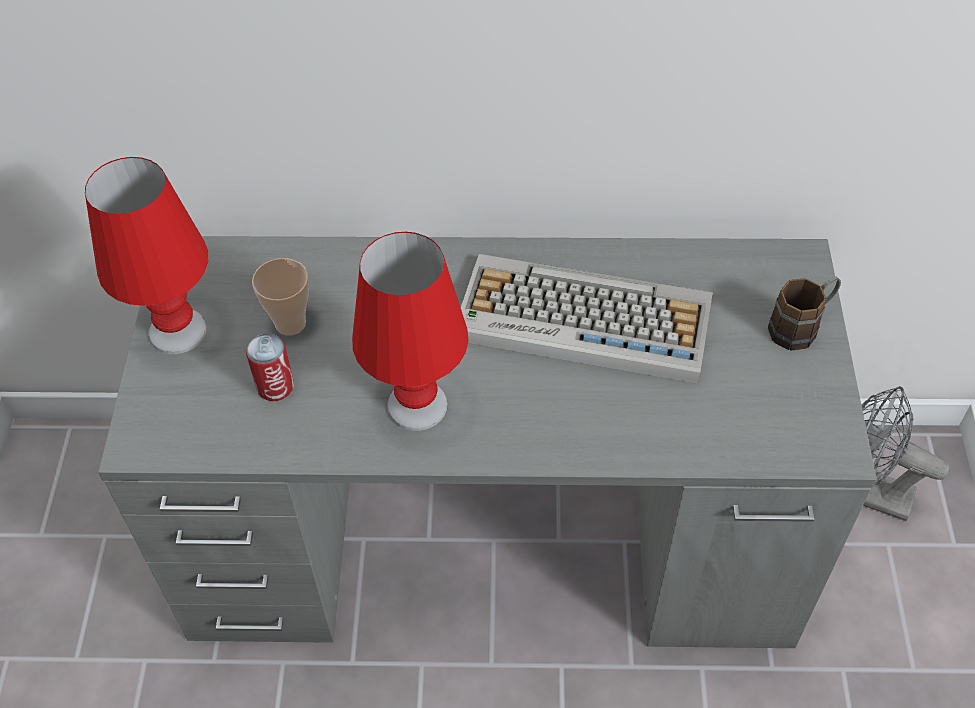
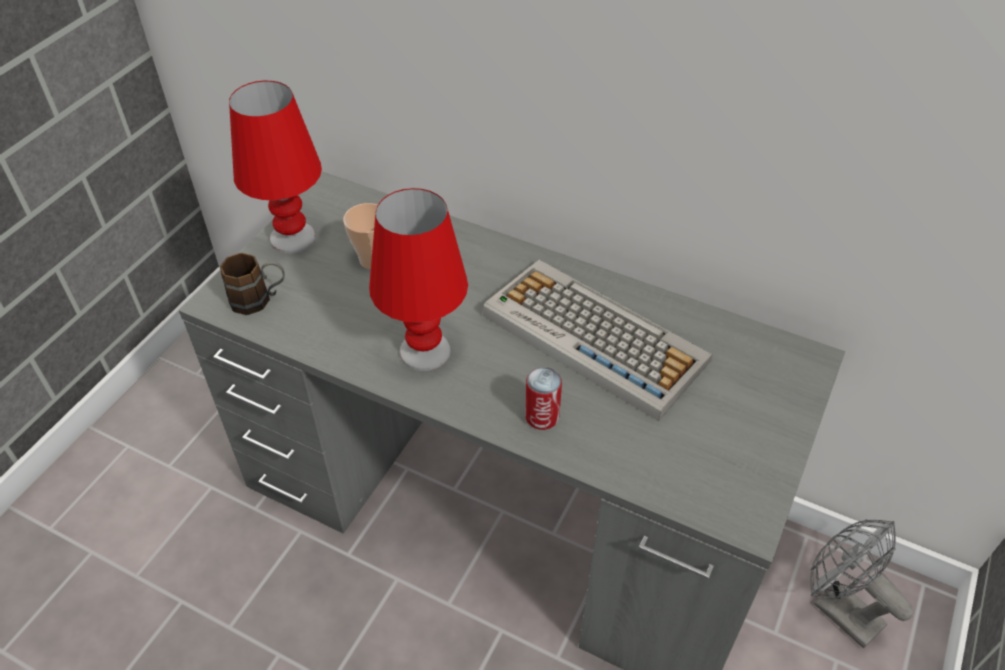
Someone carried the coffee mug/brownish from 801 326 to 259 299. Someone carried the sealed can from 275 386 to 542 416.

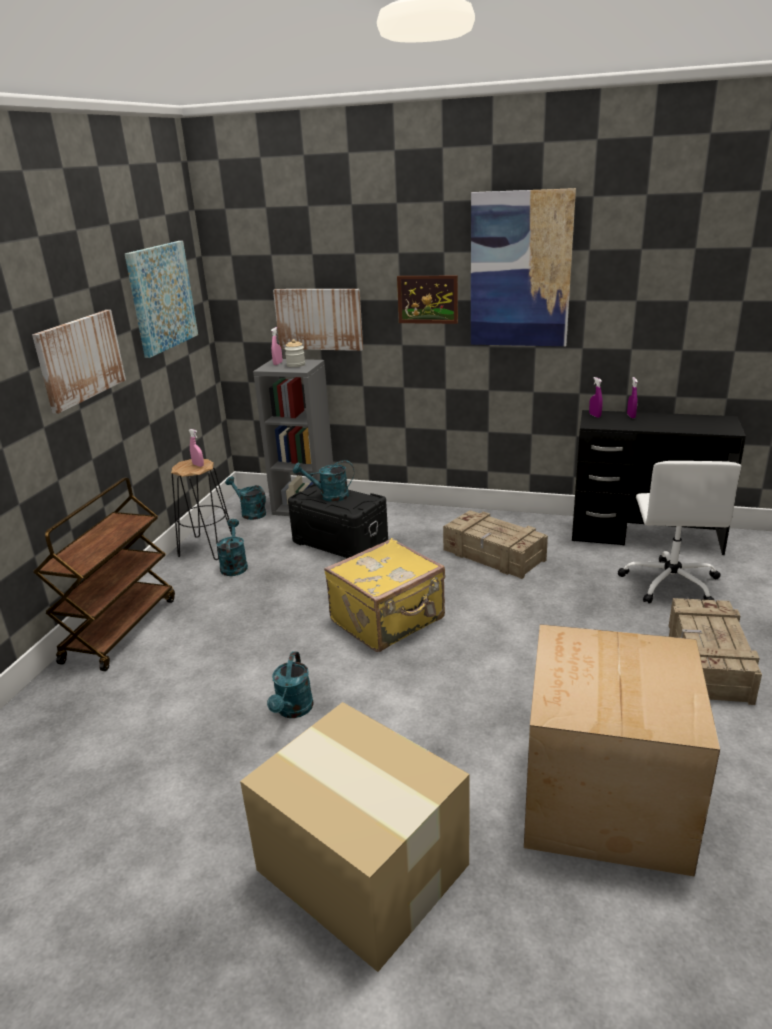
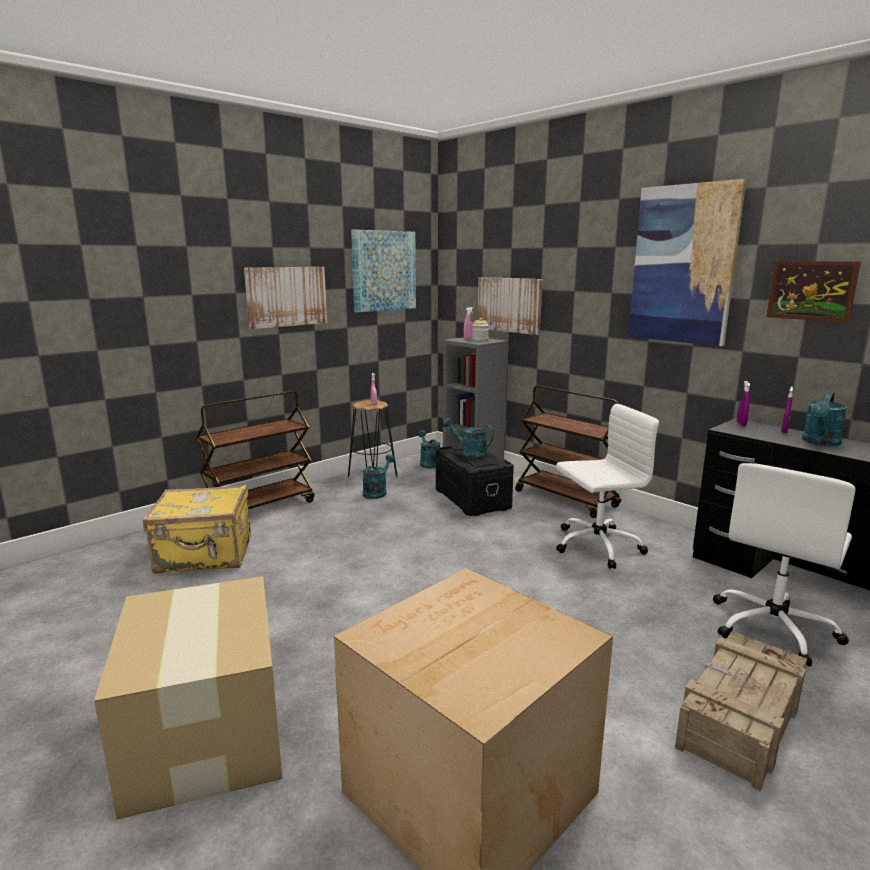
Someone carried the wall art from 427 299 to 811 290. Someone swapped the crate at 494 555 for the desk chair/white-coloured at 596 546. Someone carried the suitcase/yellowish from 389 620 to 205 556. Someone carried the watering can/turquoise-coloured from 293 710 to 820 442. Someone put down the trolley/brownish at 567 499.

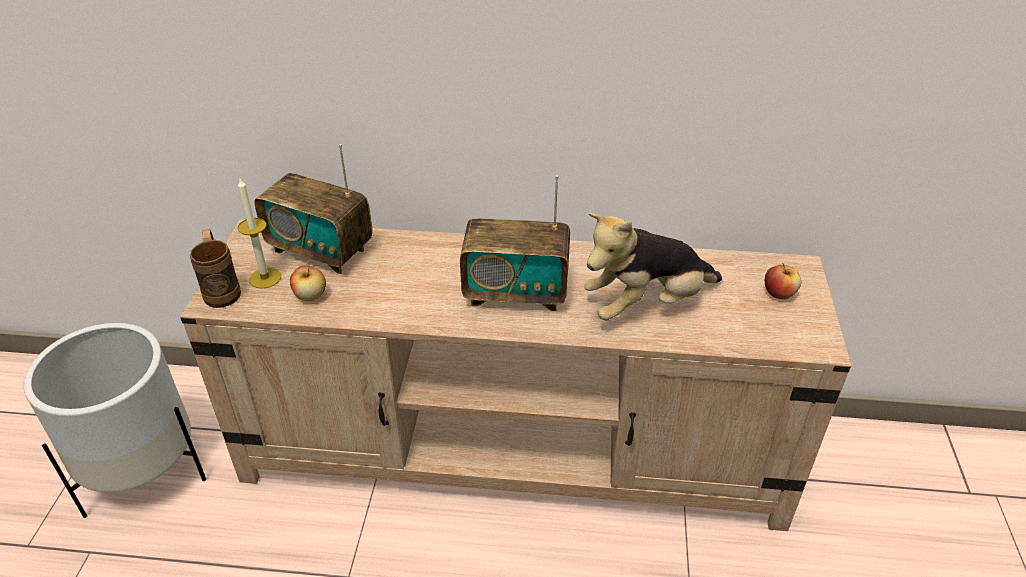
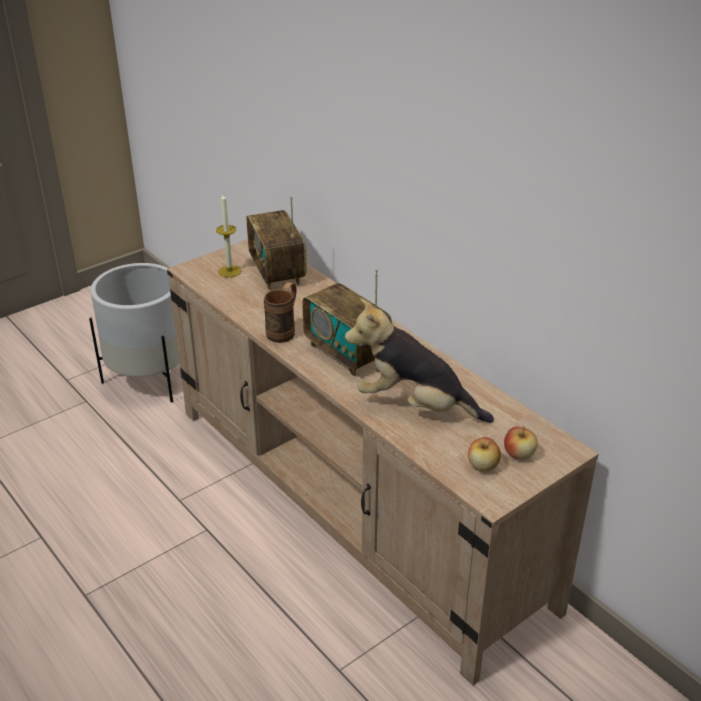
Someone carried the coffee mug/brownish from 222 289 to 284 330. Someone carried the whole apple from 310 295 to 483 466.

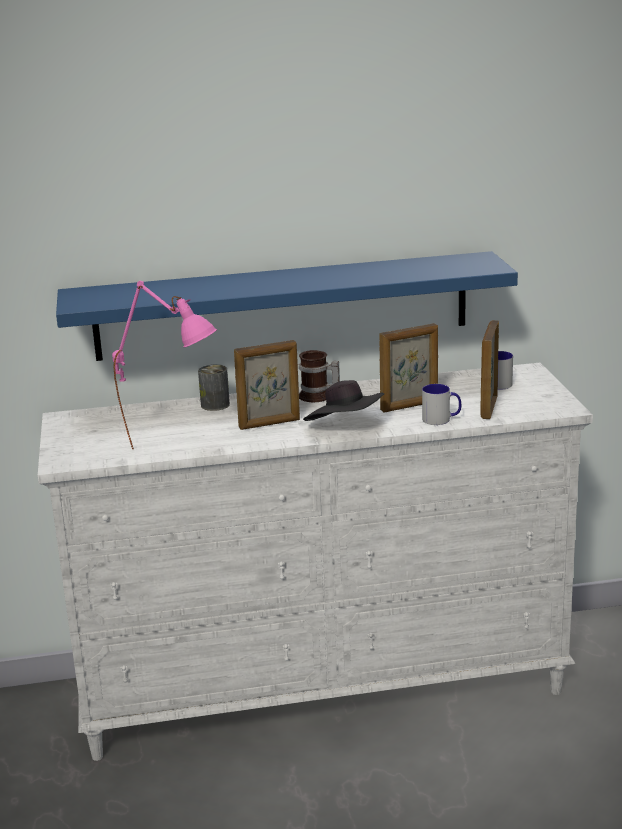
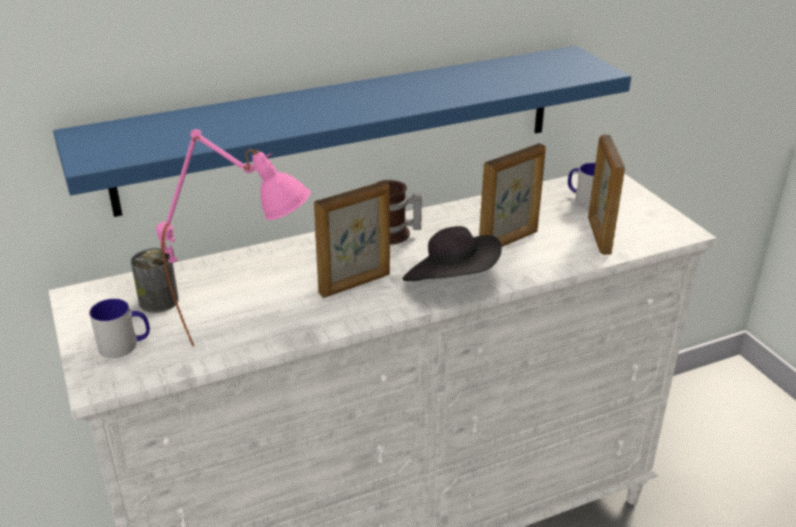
Someone carried the sealed can from 215 405 to 159 301. Someone carried the coffee mug from 441 419 to 125 345.

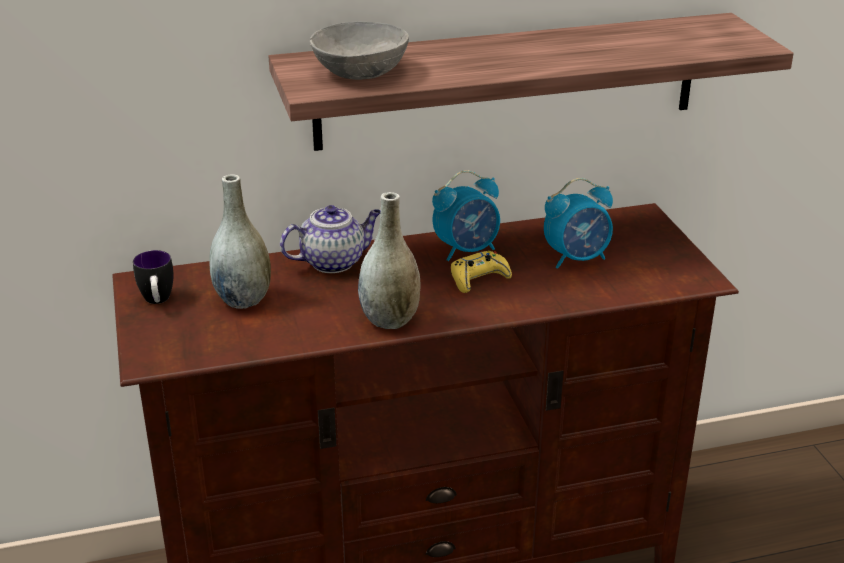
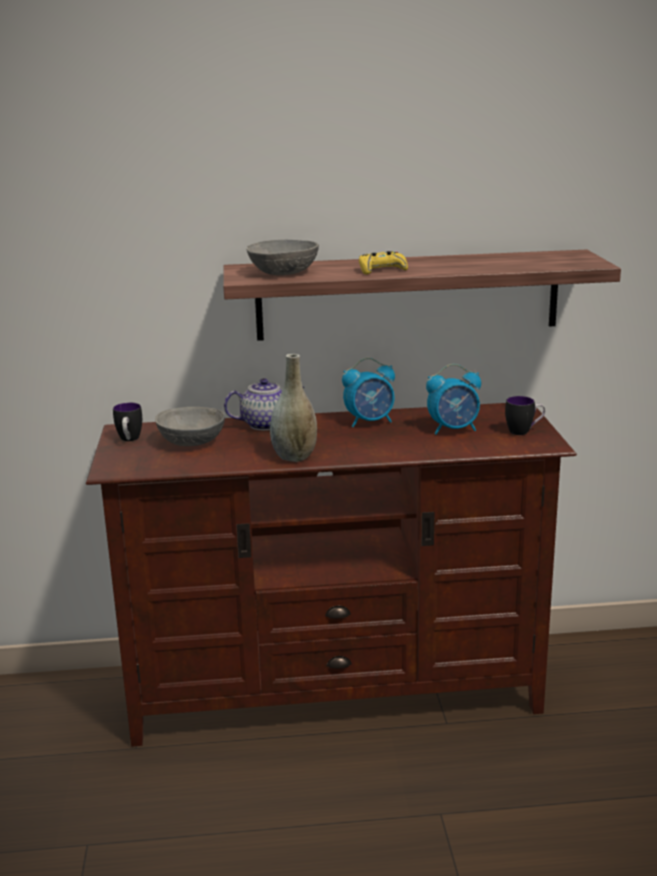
Someone swapped the flower vase/greyish at 243 300 for the bowl/greyish at 191 442. Someone carried the joypad/yellowish from 478 278 to 381 270. Someone put down the coffee mug at 524 431.

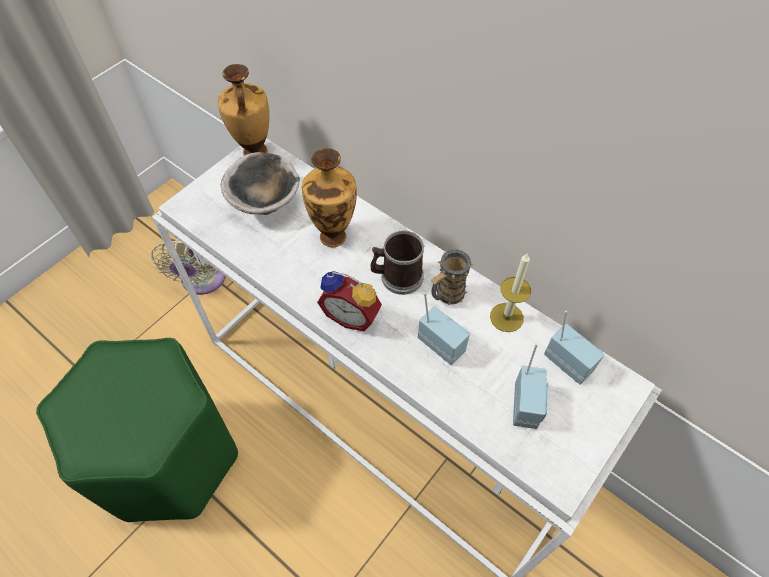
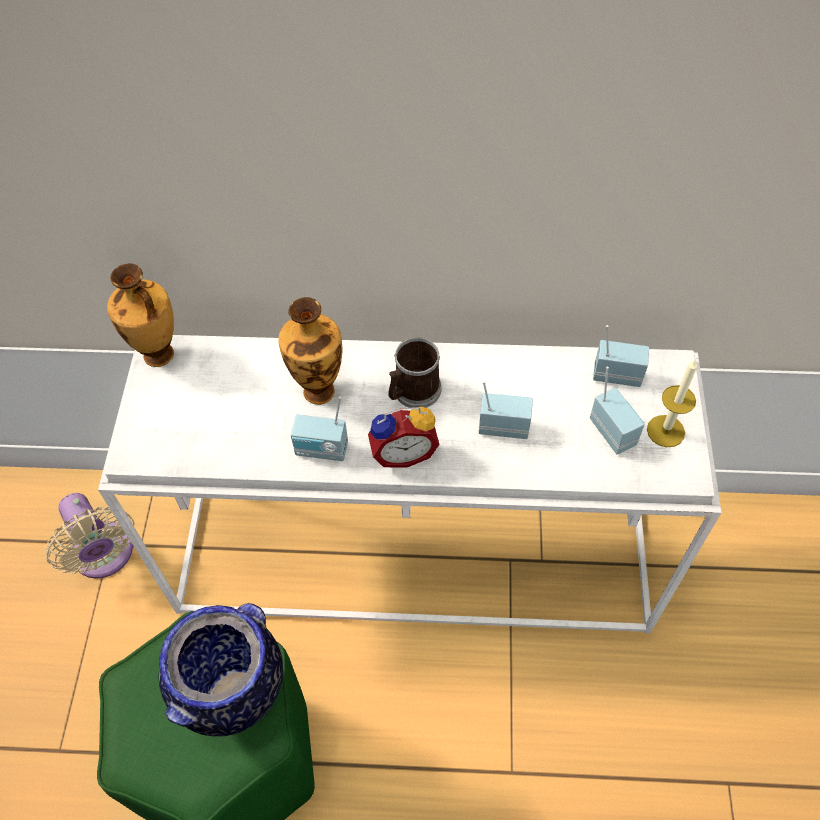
Someone took away the bowl at 265 202. Someone took away the coffee mug at 446 295. Someone carried the candle from 506 317 to 665 431. Someone put down the radio set at 321 451. Someone put down the flower vase at 237 696.

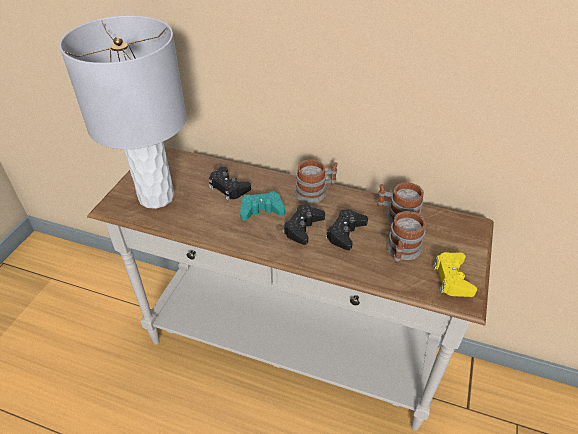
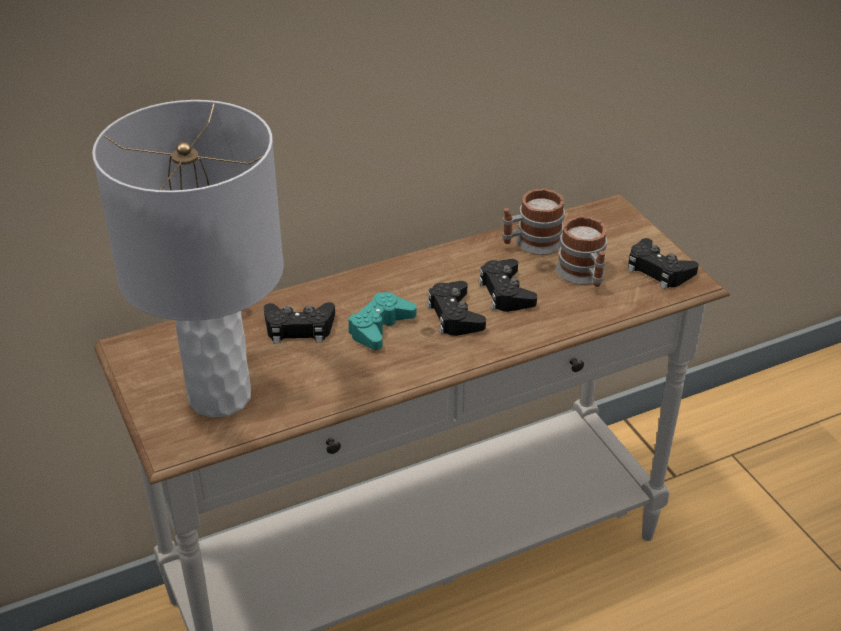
Someone took away the coffee mug at 315 192. Someone repainted the joypad/yellowish at 452 278, which became the joypad/black at 658 270.

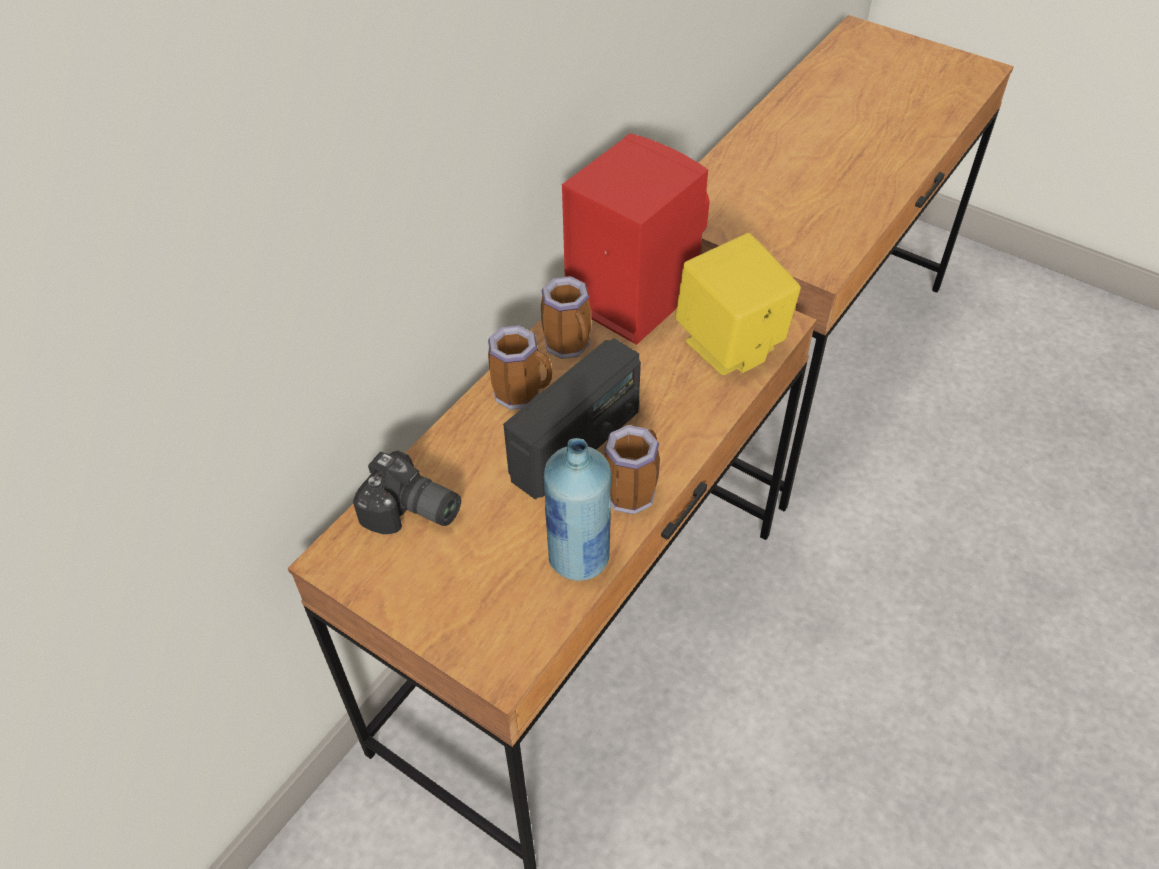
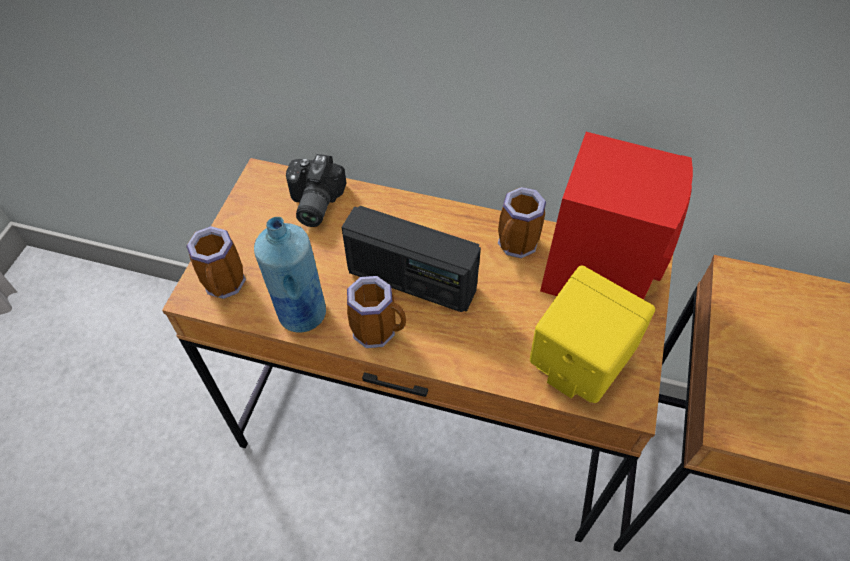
Someone carried the coffee mug from 522 393 to 226 286.

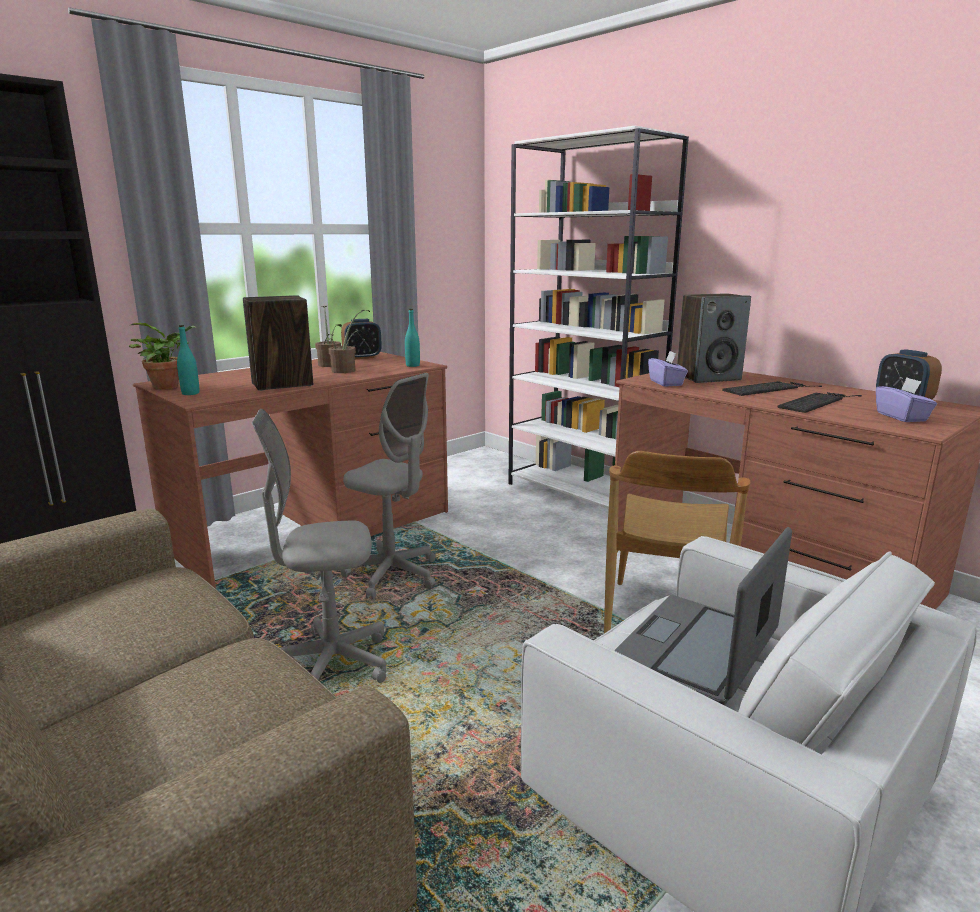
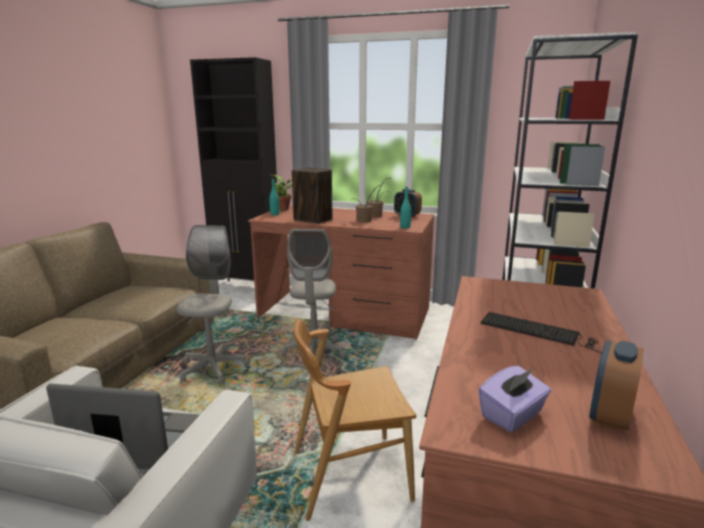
Someone took away the audio speaker at 708 378. Someone took away the box of tissues/purplish at 666 383. Someone took away the computer keyboard at 817 402. Someone rotated the desk chair/greyish at 330 664 by 45 degrees clockwise.

